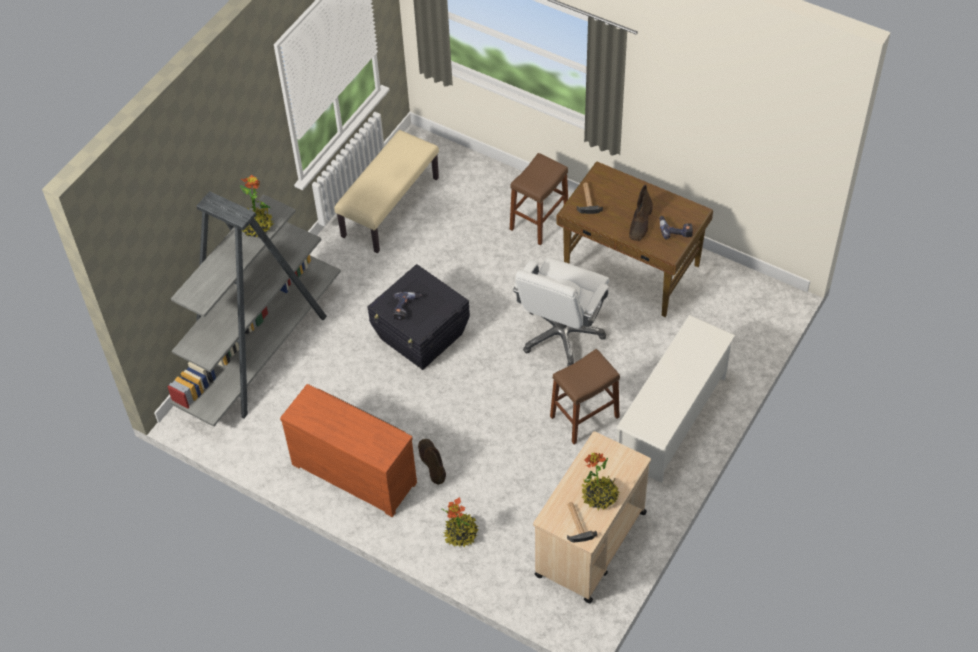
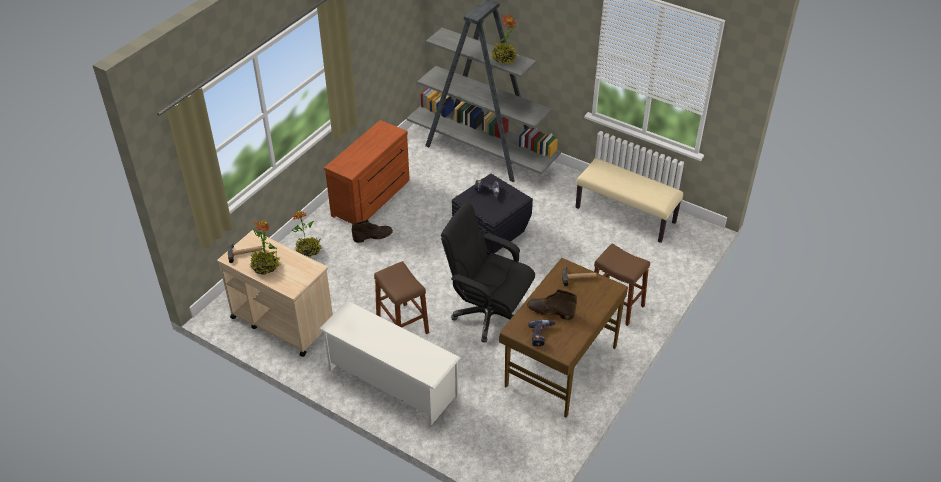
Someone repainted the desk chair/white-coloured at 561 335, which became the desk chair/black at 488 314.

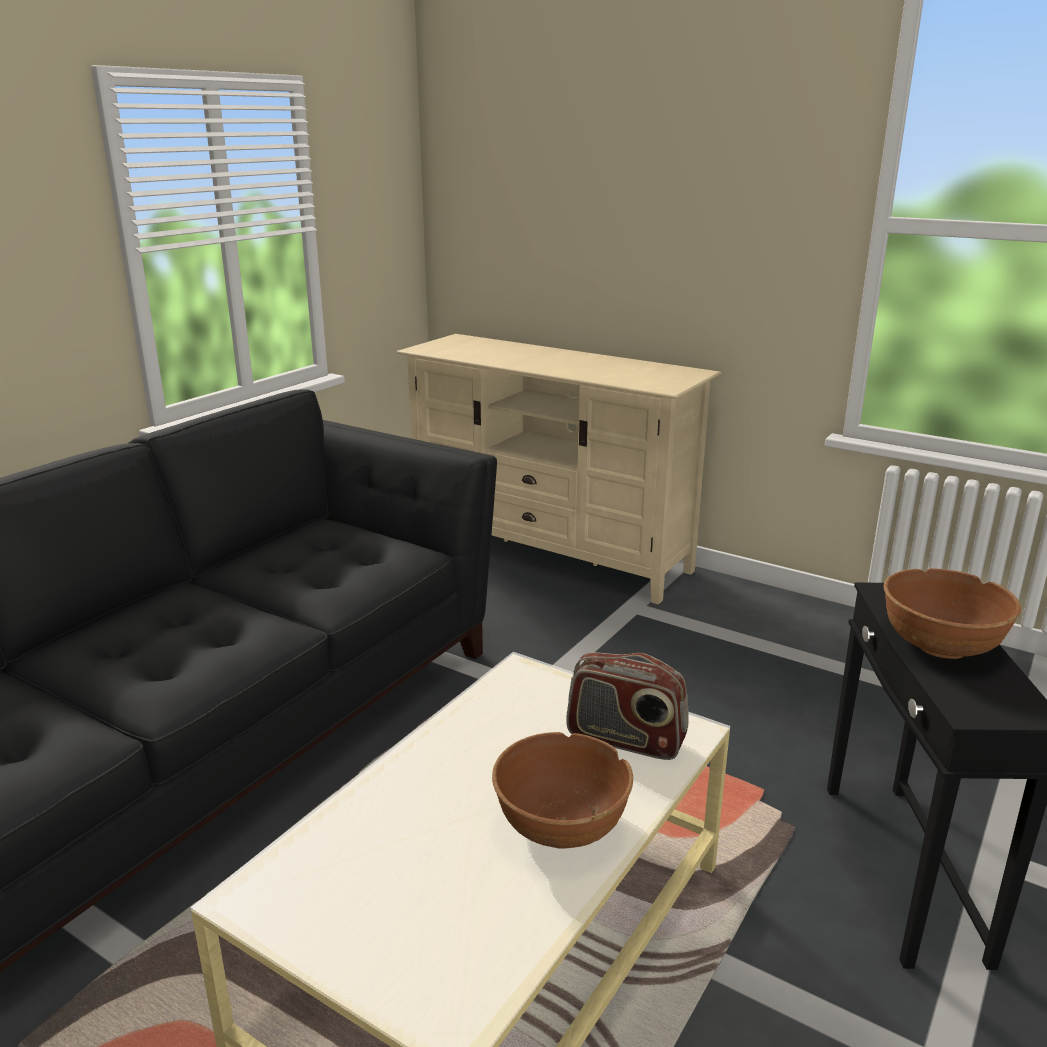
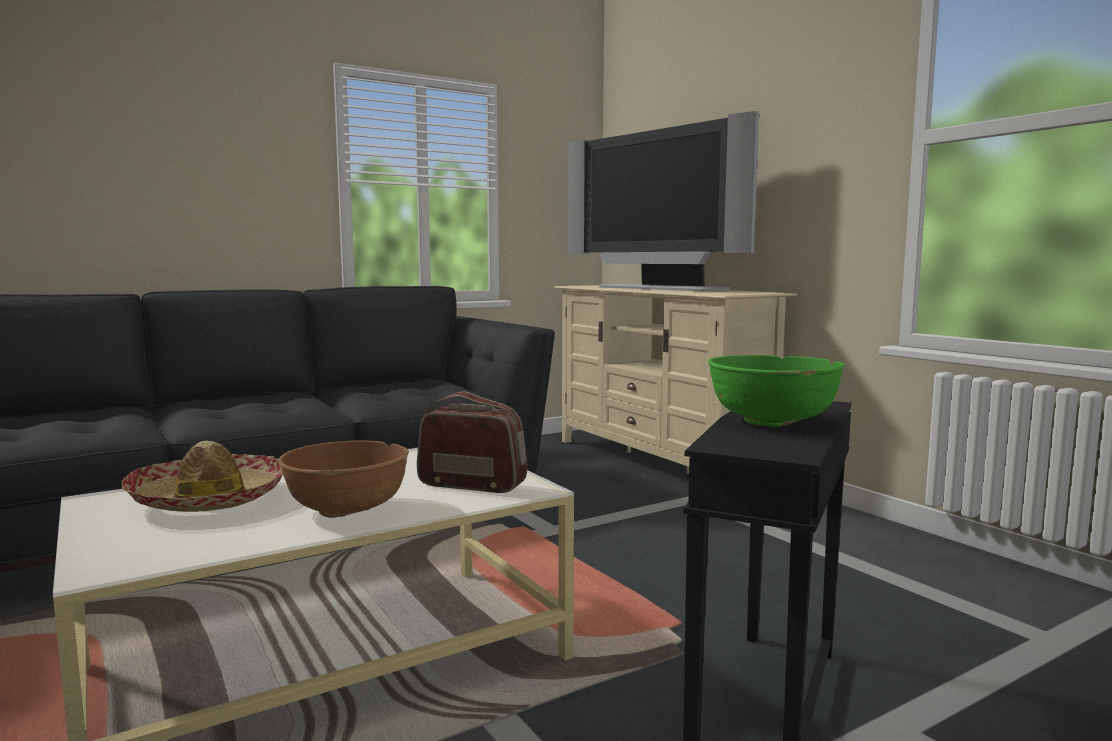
Someone repainted the bowl/brownish at 940 644, which became the bowl/green at 771 421. Someone rotated the radio set at 625 739 by 150 degrees clockwise. Someone put down the television at 659 288. Someone put down the clothing hat at 209 498.

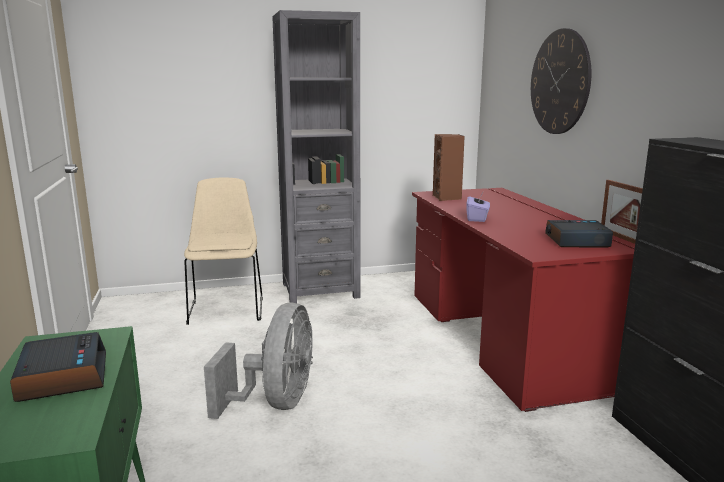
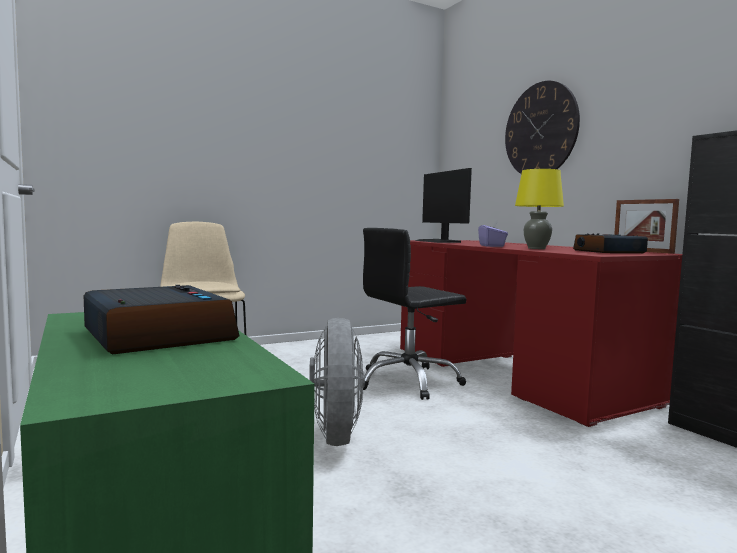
Someone took away the bookshelf/greyish at 320 290. Someone swapped the audio speaker/brownish at 447 198 for the computer display at 438 241. Someone put down the table lamp/yellowish at 536 248. Someone put down the desk chair/black at 408 382.

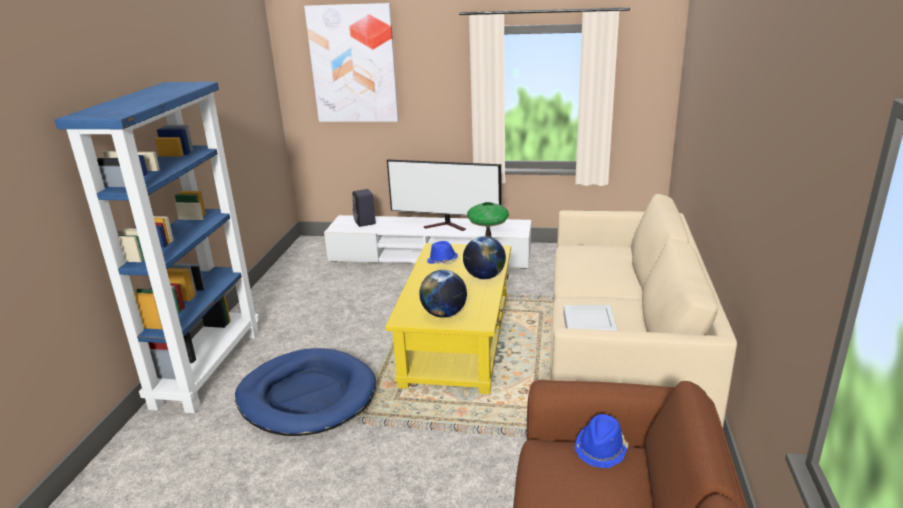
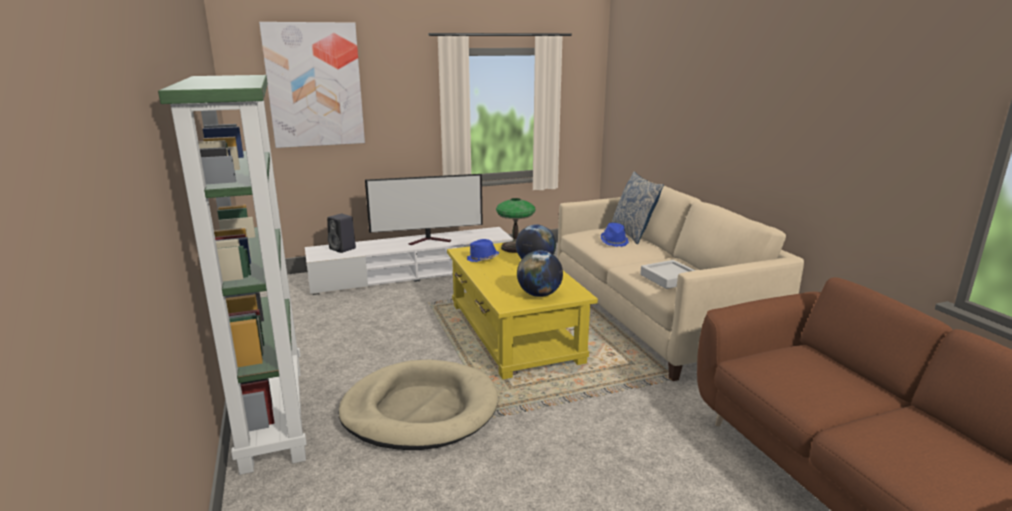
Someone repainted the bookshelf/blue-coloured at 207 367, which became the bookshelf/green at 272 415. Someone repainted the dog cushion/blue-coloured at 307 396, which became the dog cushion/beige at 420 410. Someone carried the clothing hat/blue-coloured from 601 449 to 614 242. Someone put down the pillow at 633 234.

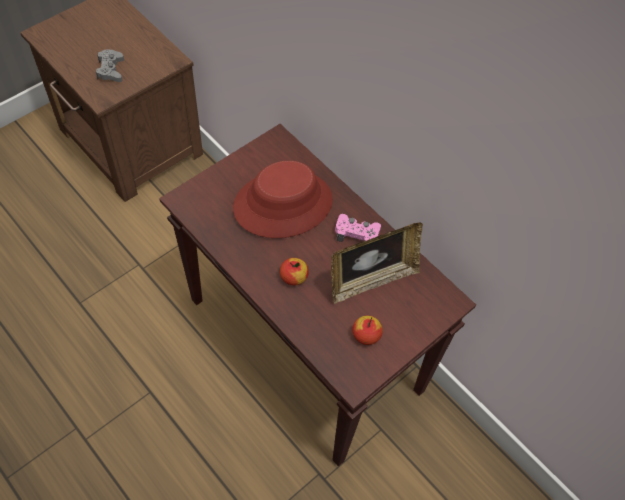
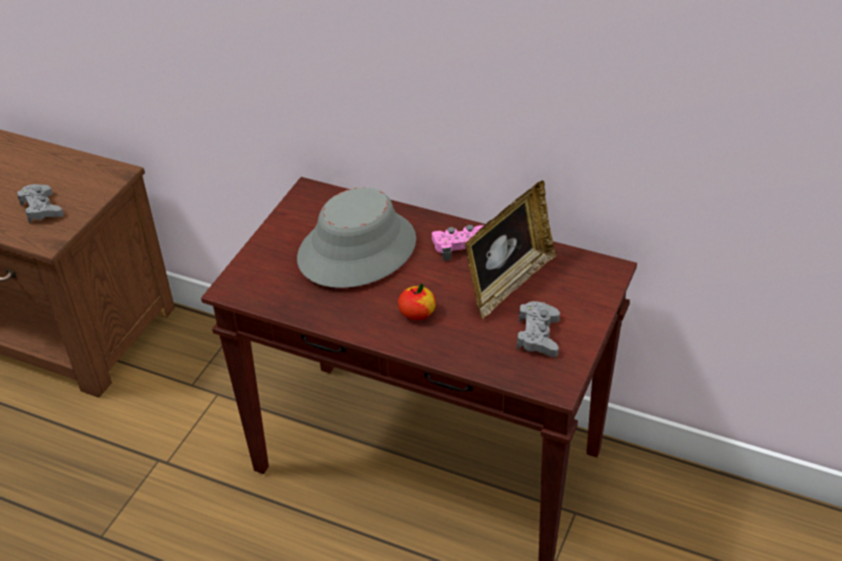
Someone repainted the clothing hat/red at 283 204, which became the clothing hat/greyish at 357 249. Someone swapped the whole apple at 366 335 for the joypad/greyish at 538 335.

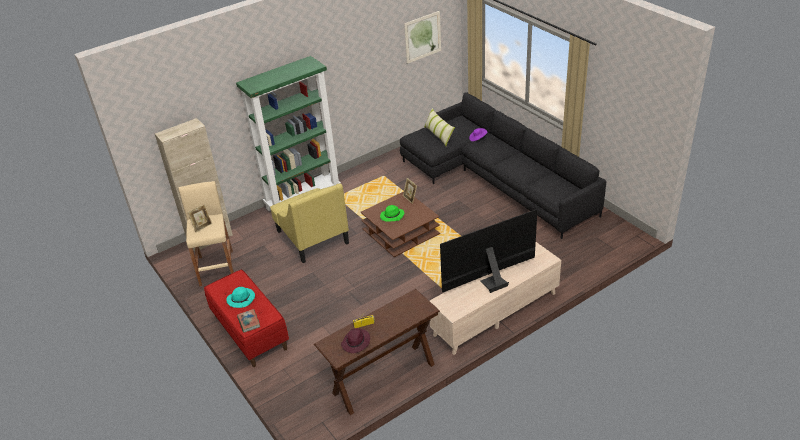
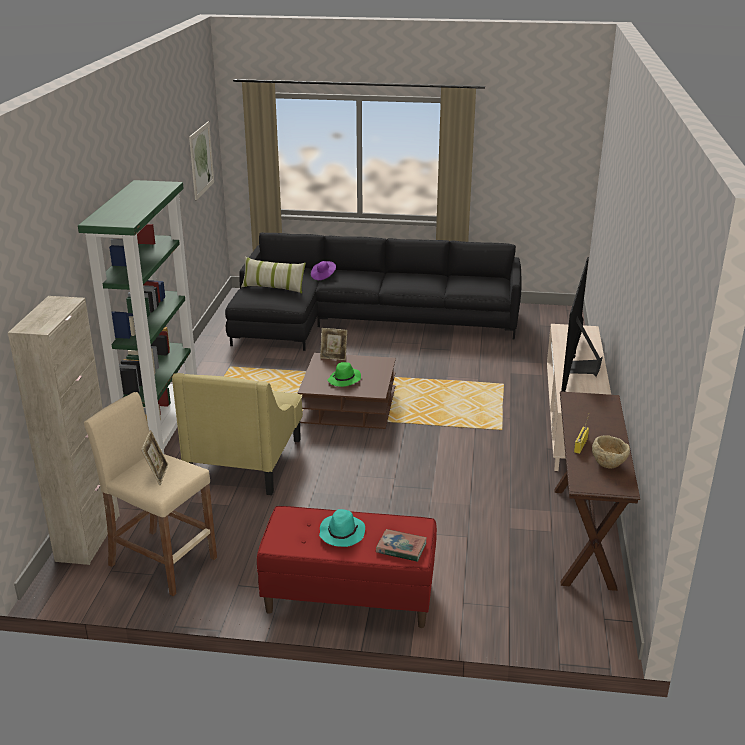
Someone rotated the easy chair/yellowish at 312 237 by 90 degrees clockwise. Someone swapped the clothing hat/purplish at 356 343 for the bowl/beige at 609 464.

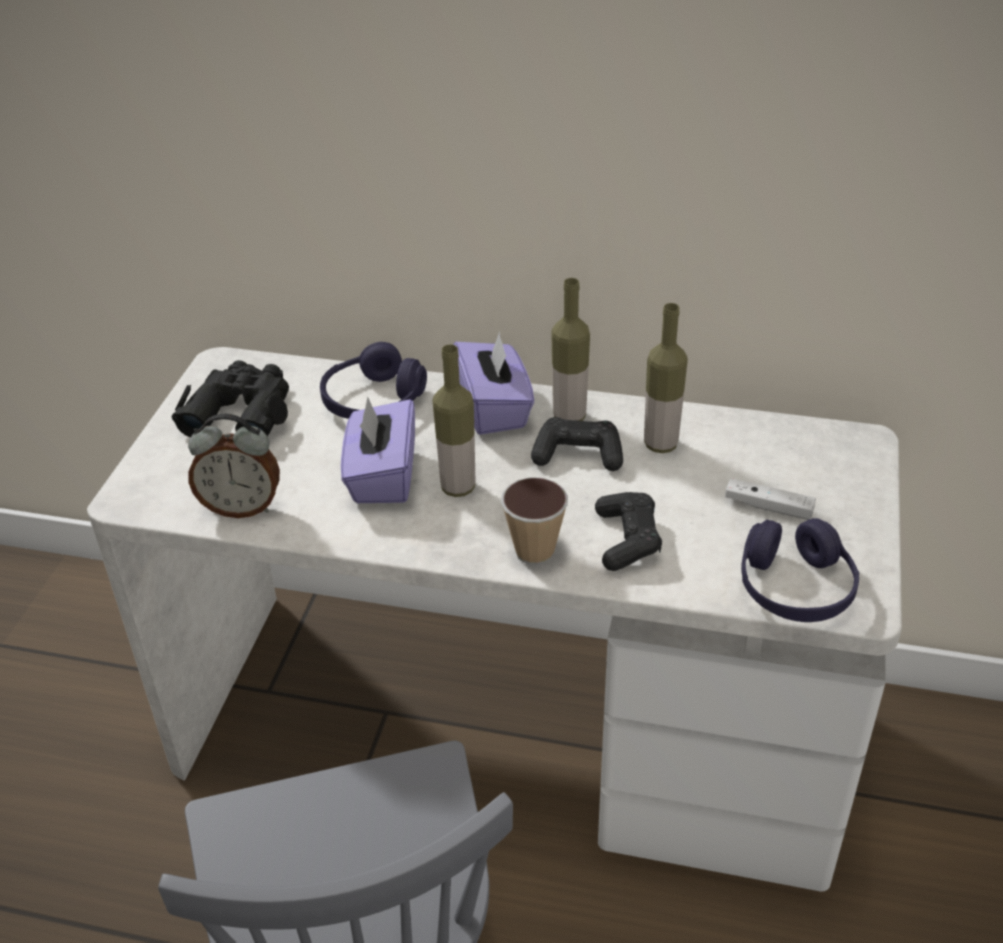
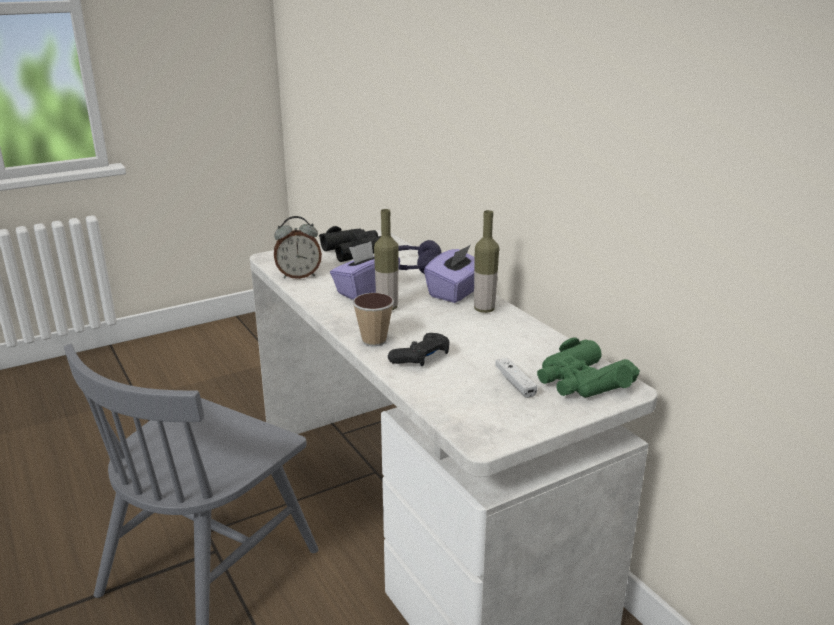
Someone took away the bottle at 660 444. Someone rotated the table clock at 242 507 by 60 degrees counterclockwise. Someone took away the joypad/black at 578 455. Someone took away the pair of headphones/purplish at 795 588. Someone put down the pair of binoculars/green at 581 382.

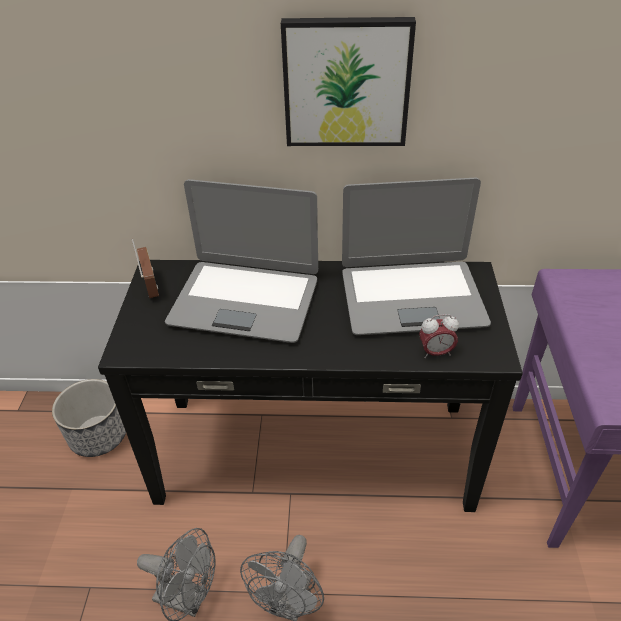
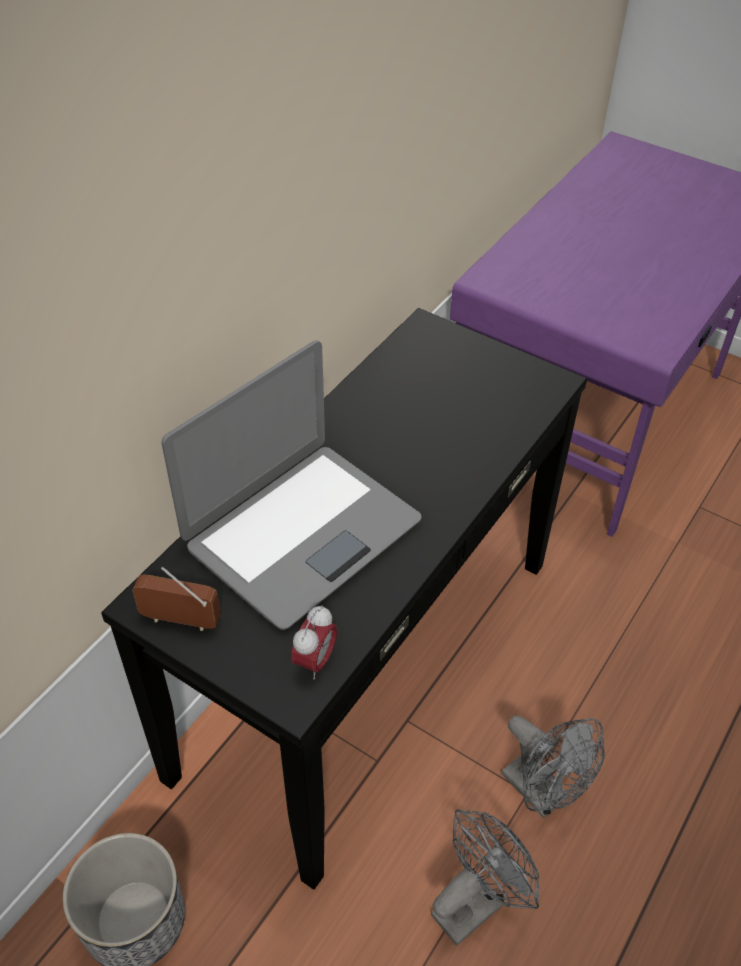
Someone took away the wall art at 346 82. Someone took away the laptop at 411 297. Someone carried the table clock from 435 352 to 315 661.

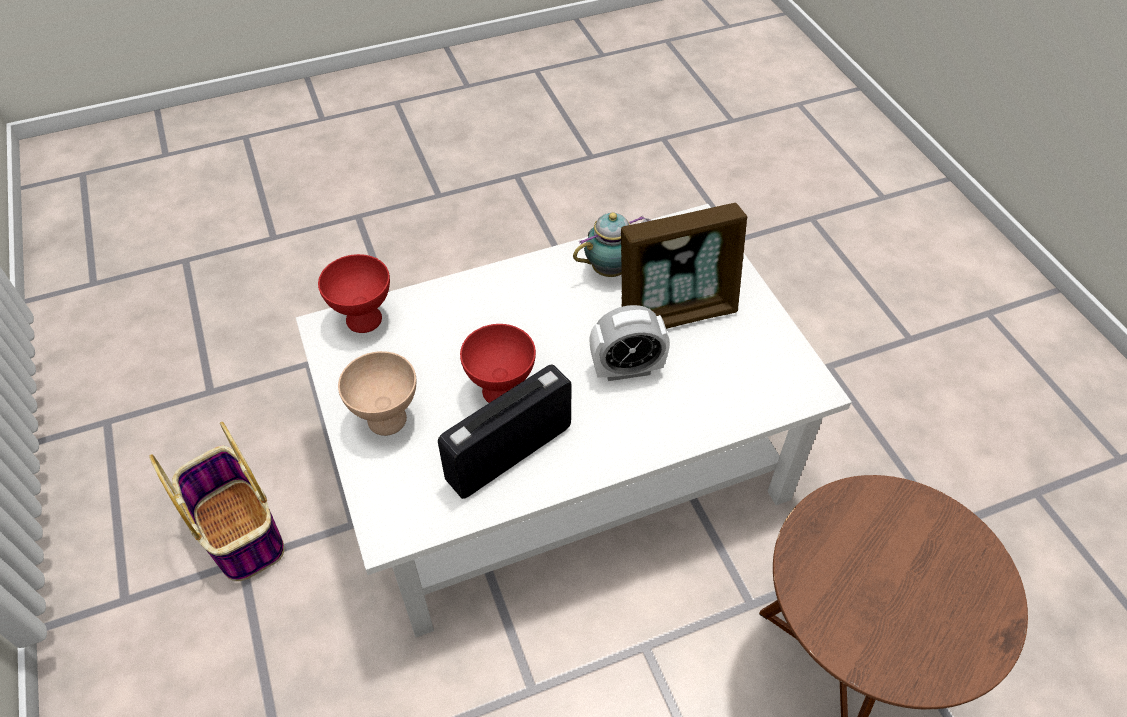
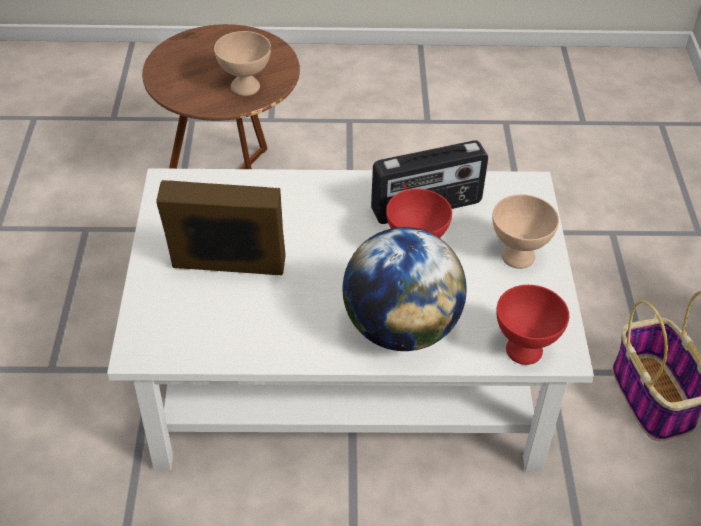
Someone took away the teapot at 612 269. Someone took away the table clock at 626 369. Someone put down the bowl/beige at 244 88. Someone put down the desk globe at 401 329.

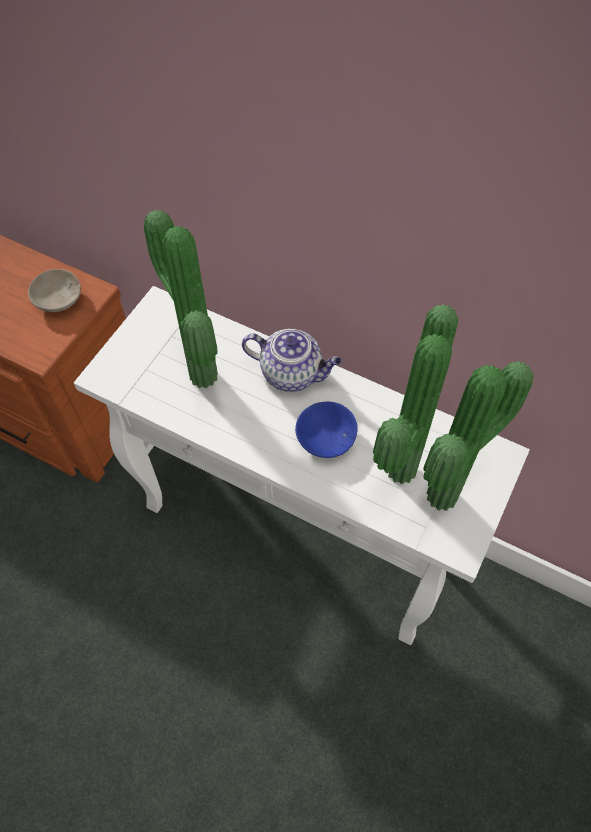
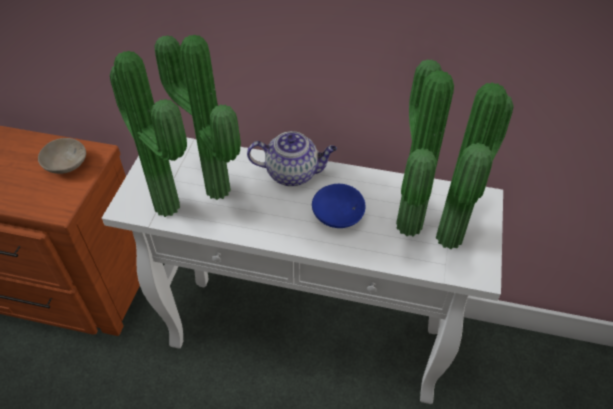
Someone put down the houseplant at 171 204.

